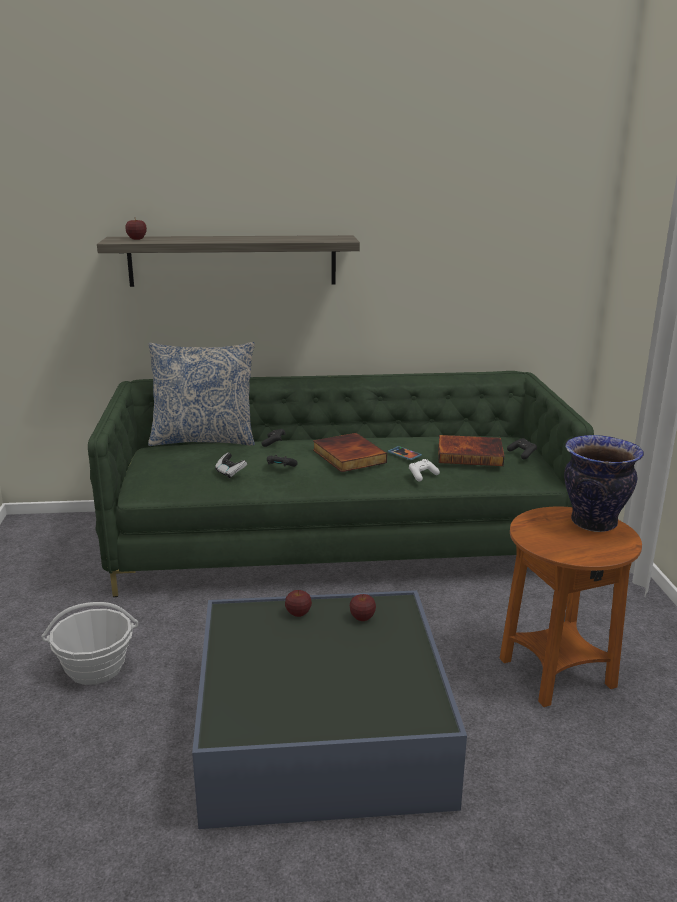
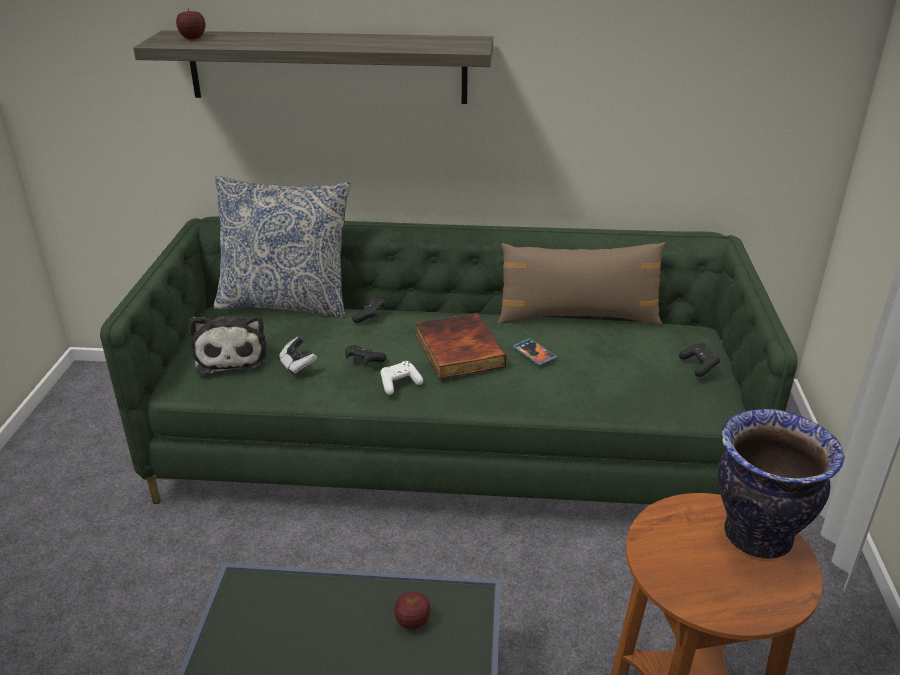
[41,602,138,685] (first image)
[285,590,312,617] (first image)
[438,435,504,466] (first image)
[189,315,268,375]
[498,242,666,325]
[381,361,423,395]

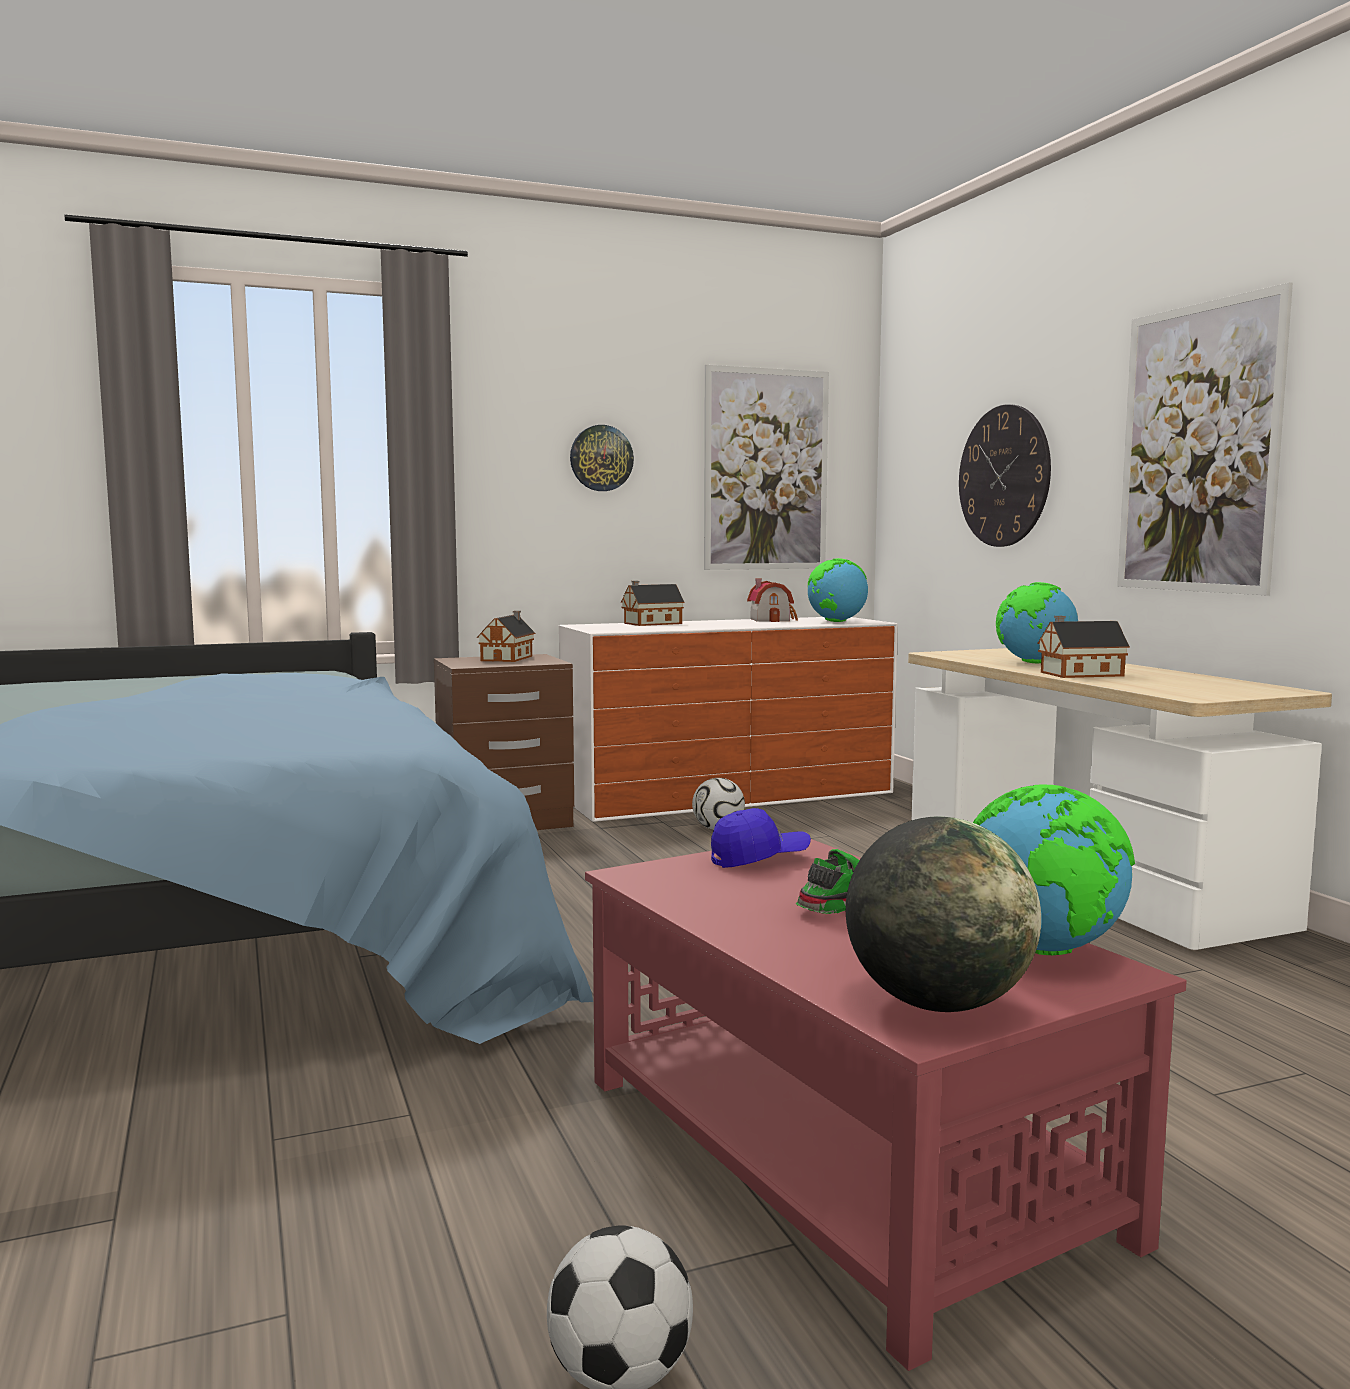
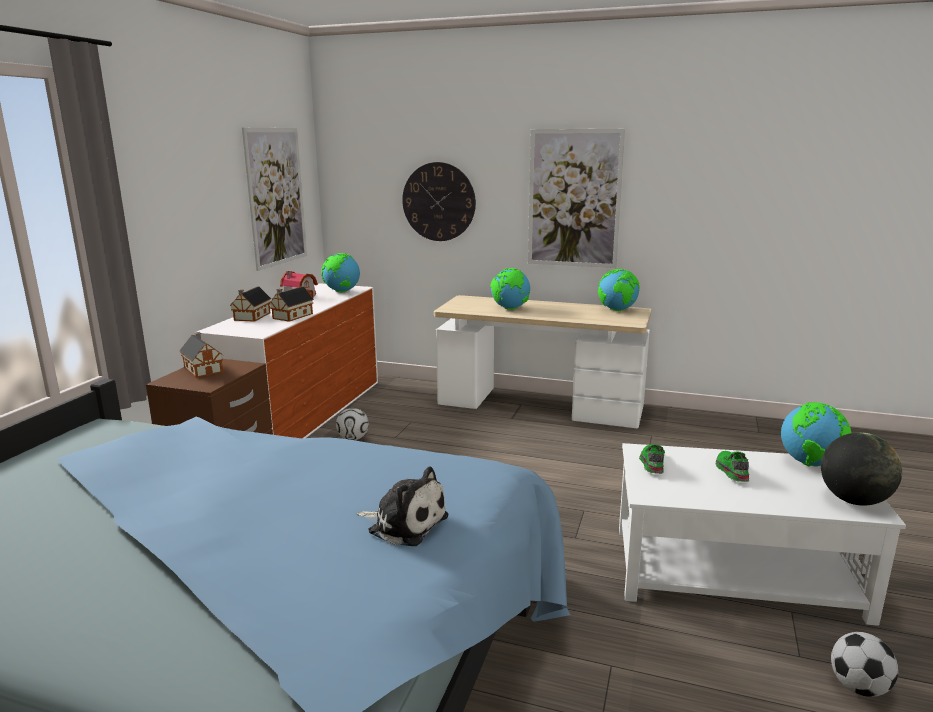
[570,425,634,491] (first image)
[357,467,448,546]
[598,269,640,311]
[269,286,314,322]
[639,444,665,474]
[619,443,906,626]

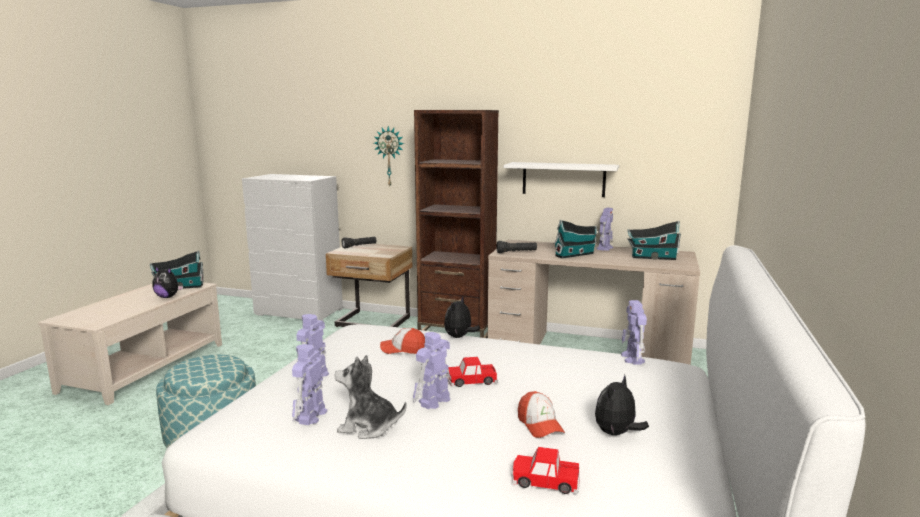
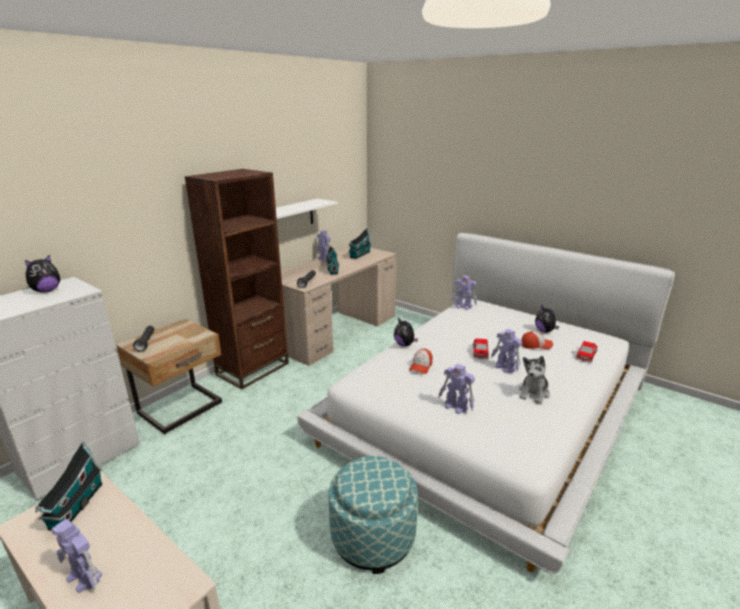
[374,126,404,187] (first image)
[25,255,60,293]
[51,519,102,593]

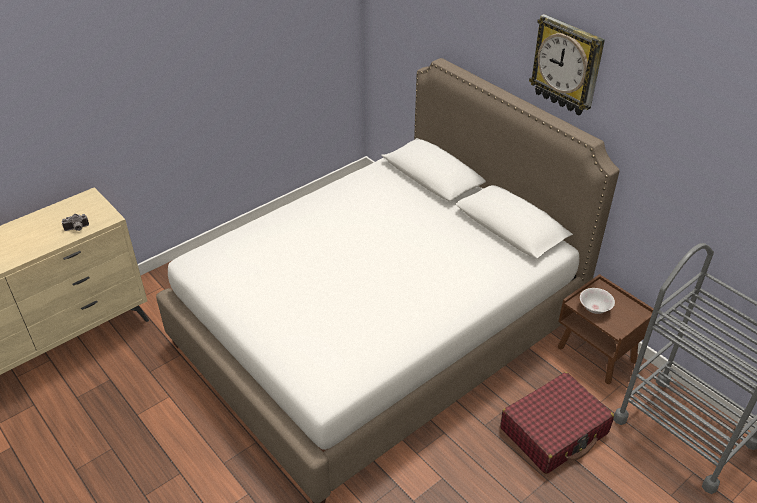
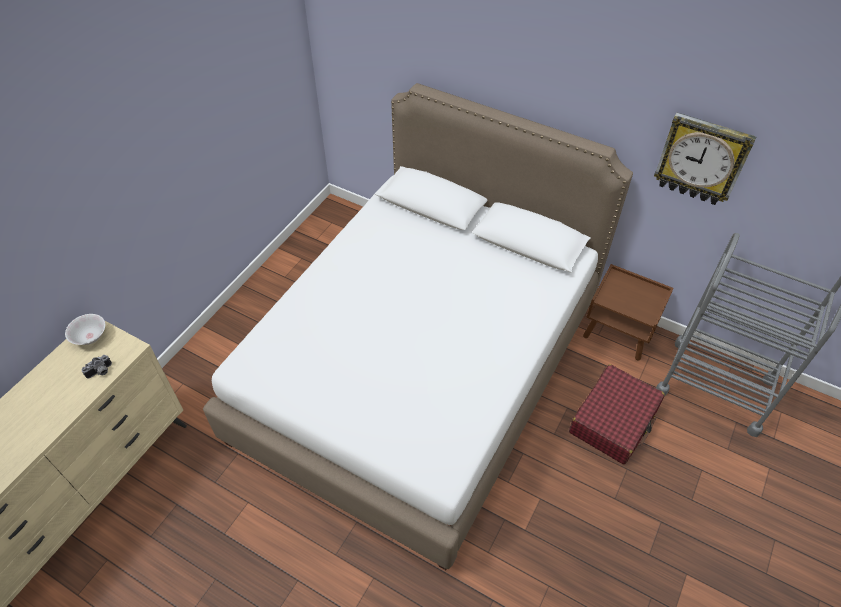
[654,113,756,205]
[65,314,105,345]

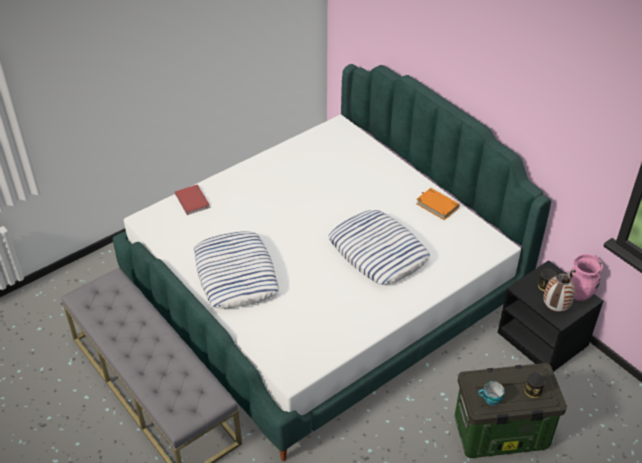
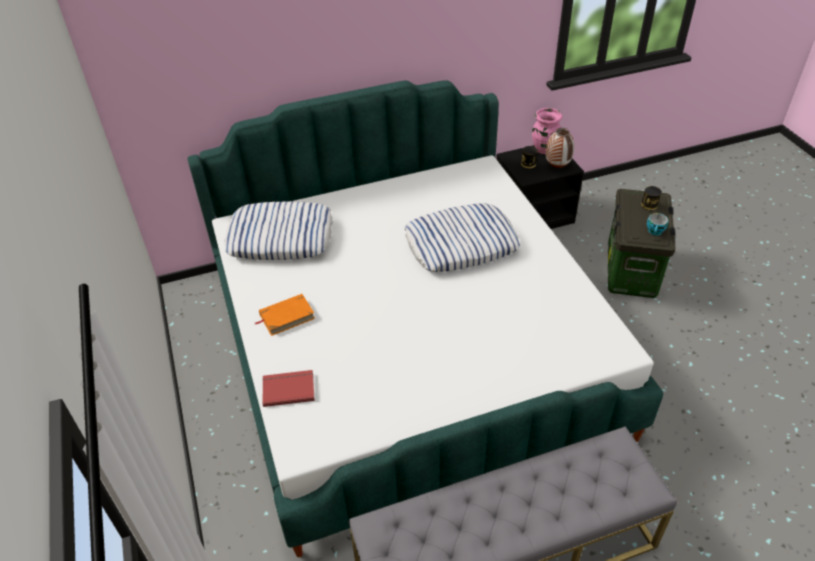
[224,201,333,260]
[255,294,315,336]

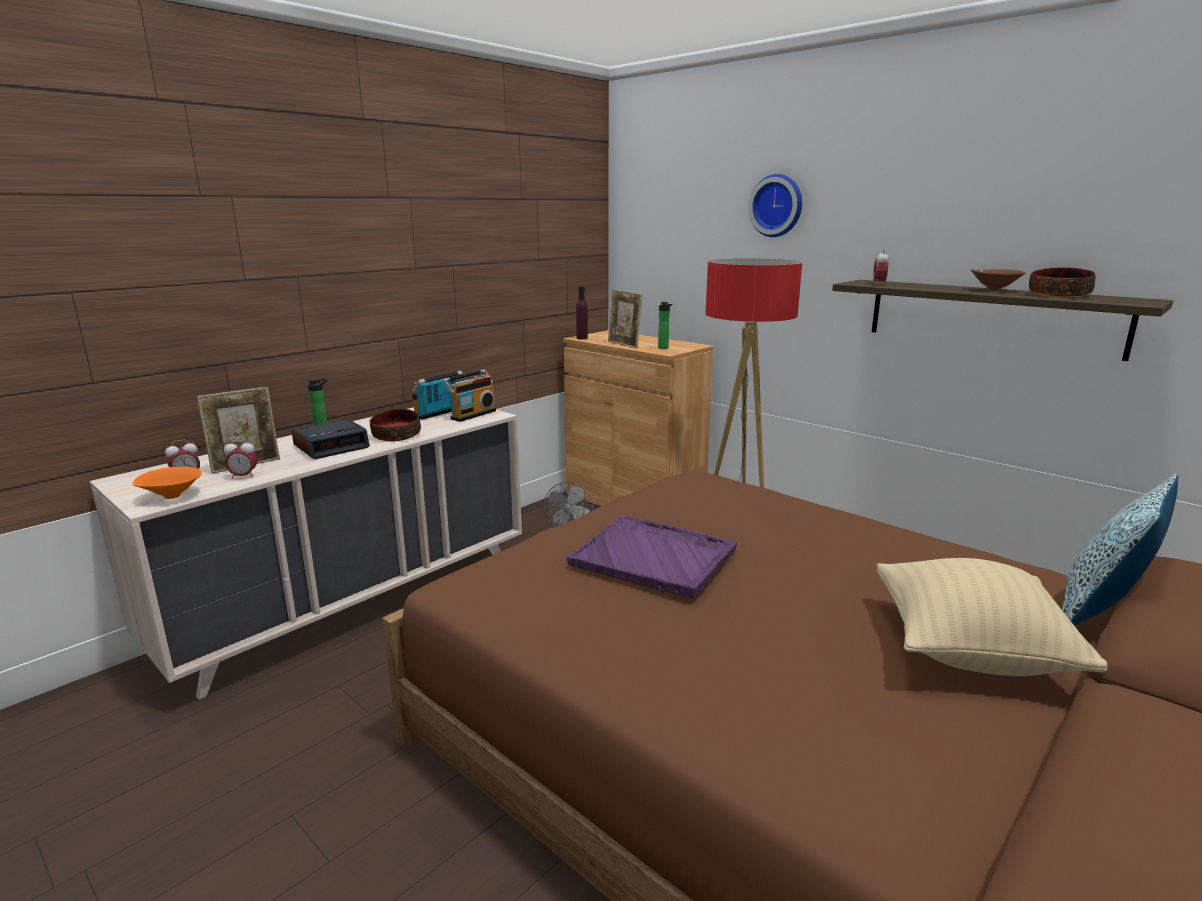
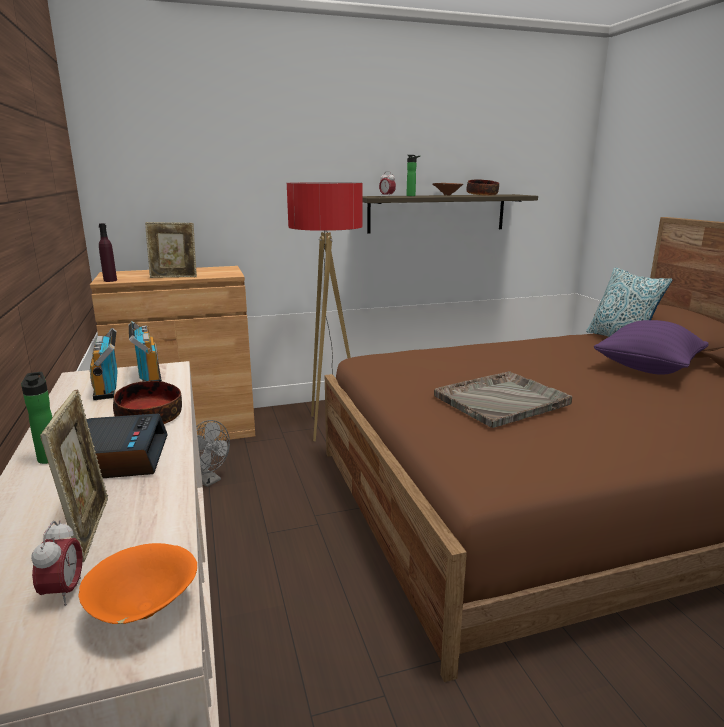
[224,439,258,479] (first image)
[748,174,802,237] (first image)
[406,155,420,196]
[434,371,572,428]
[594,320,709,375]

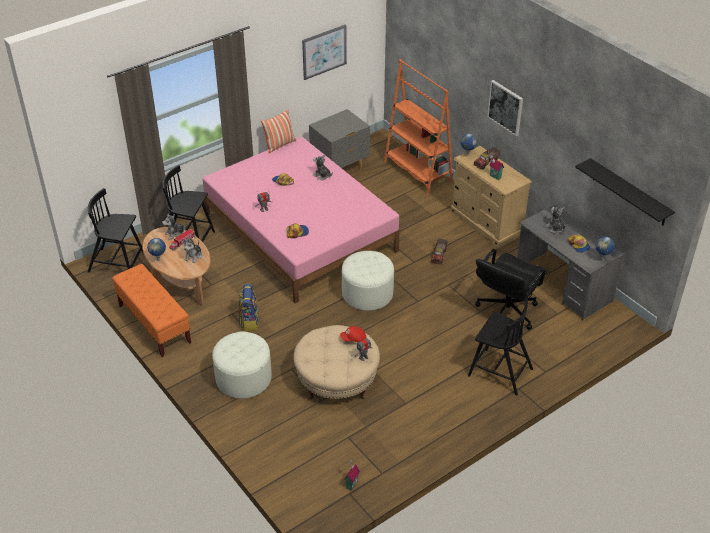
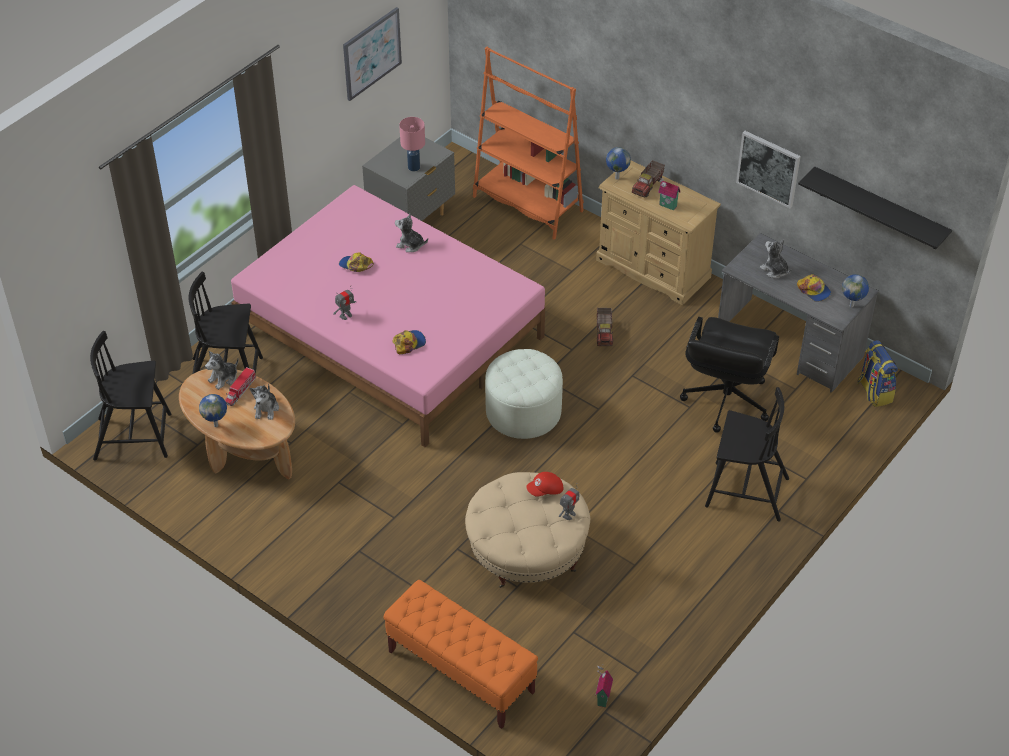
[212,331,272,399] (first image)
[261,110,296,153] (first image)
[399,117,425,171]
[384,580,538,729]
[857,340,898,407]
[736,131,801,208]

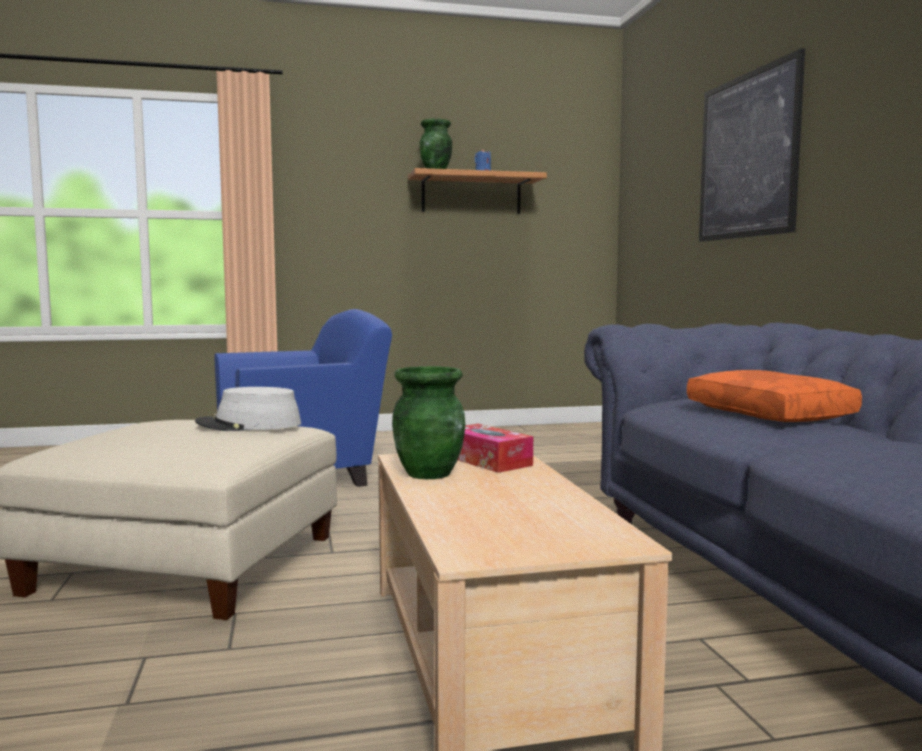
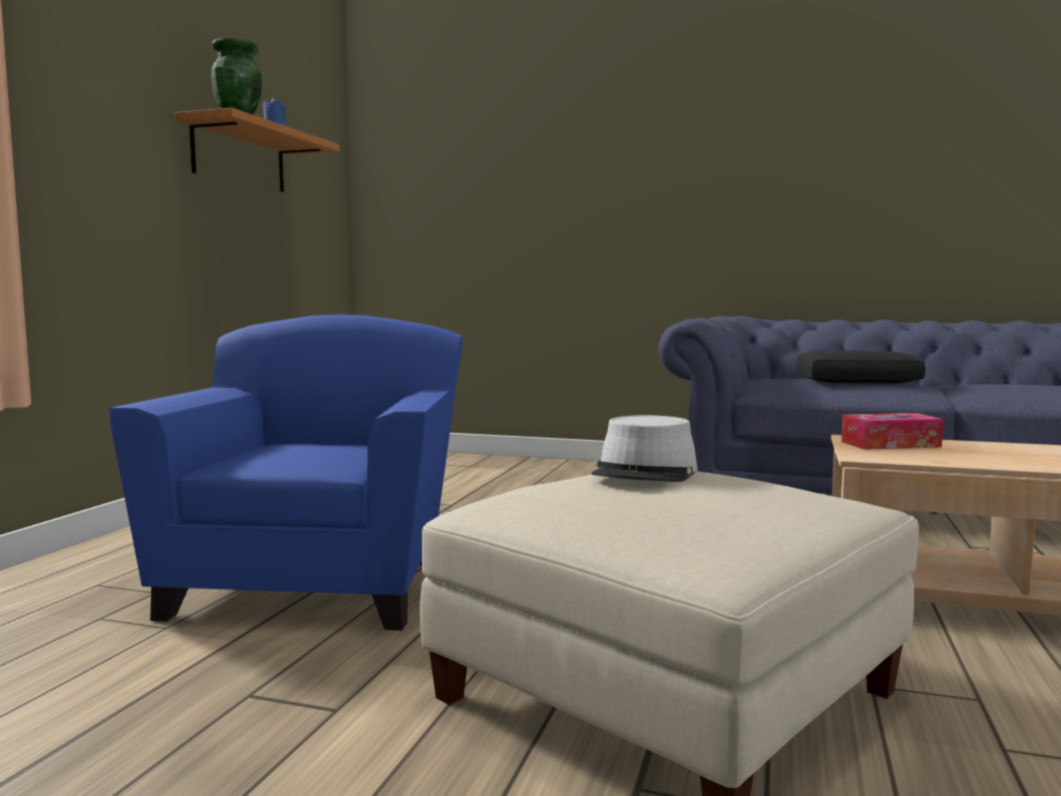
[392,366,465,479] (first image)
[699,48,805,242] (first image)
[797,350,926,384]

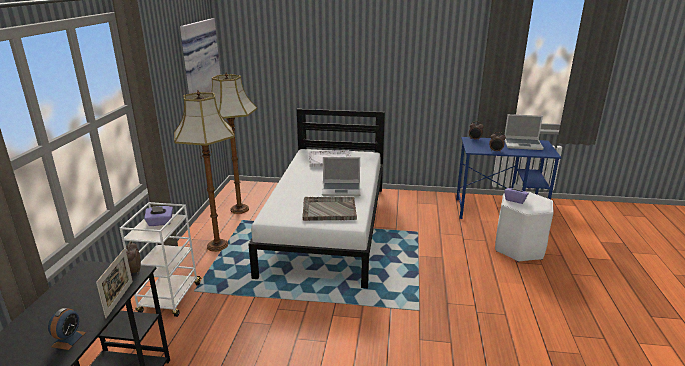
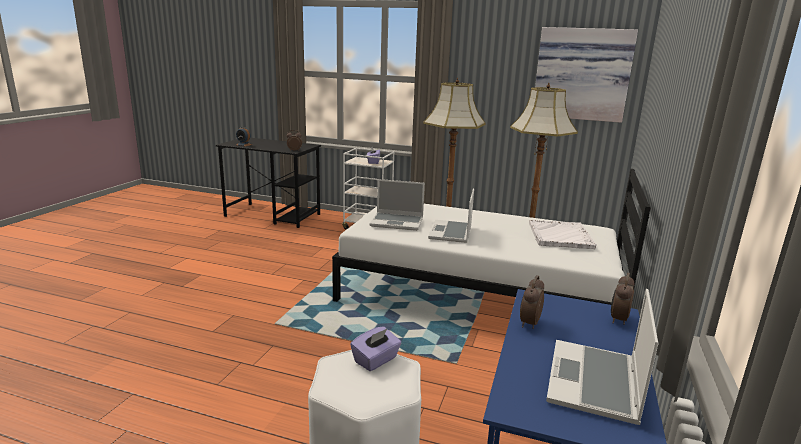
[96,248,133,318] (first image)
[370,179,425,231]

